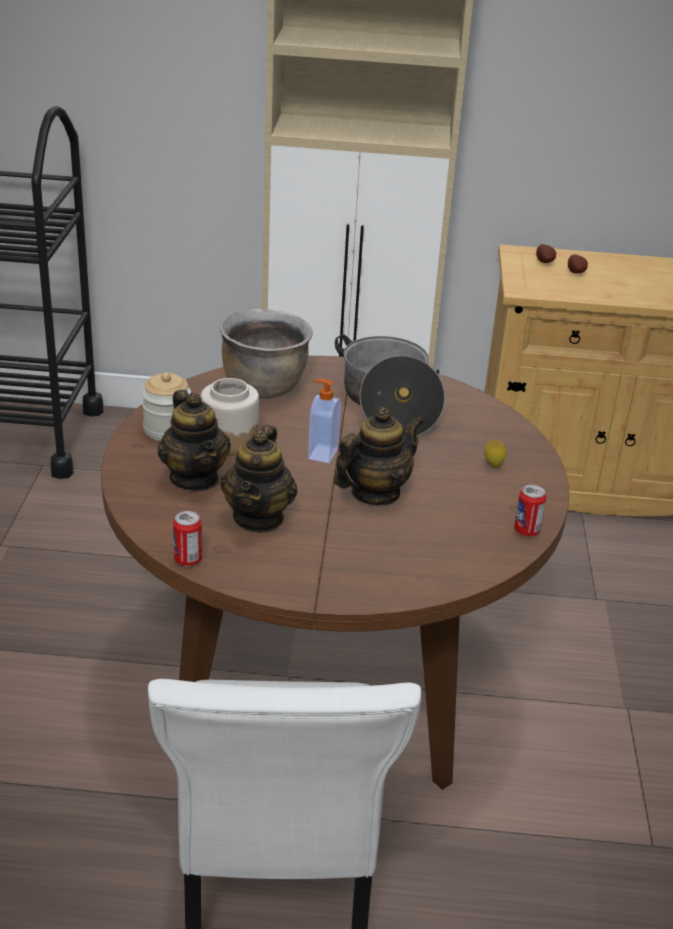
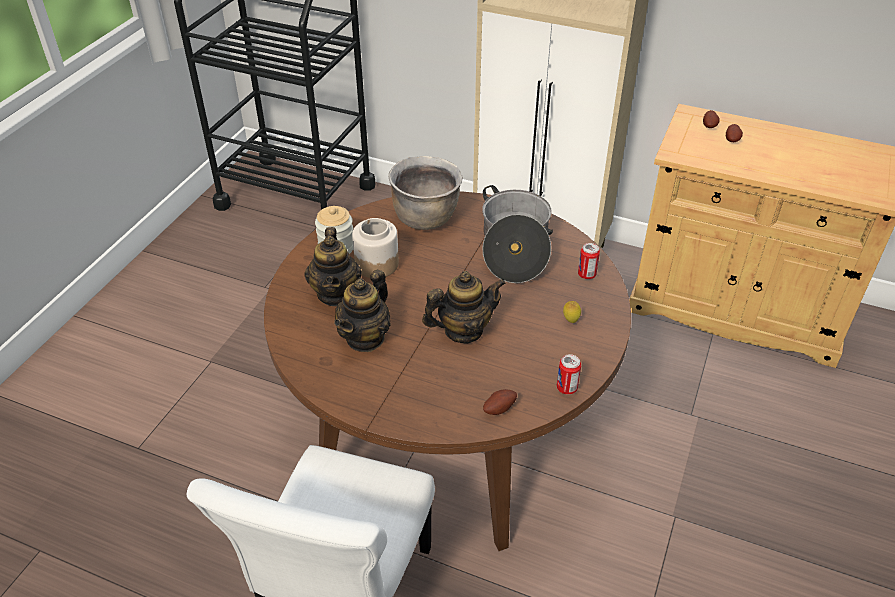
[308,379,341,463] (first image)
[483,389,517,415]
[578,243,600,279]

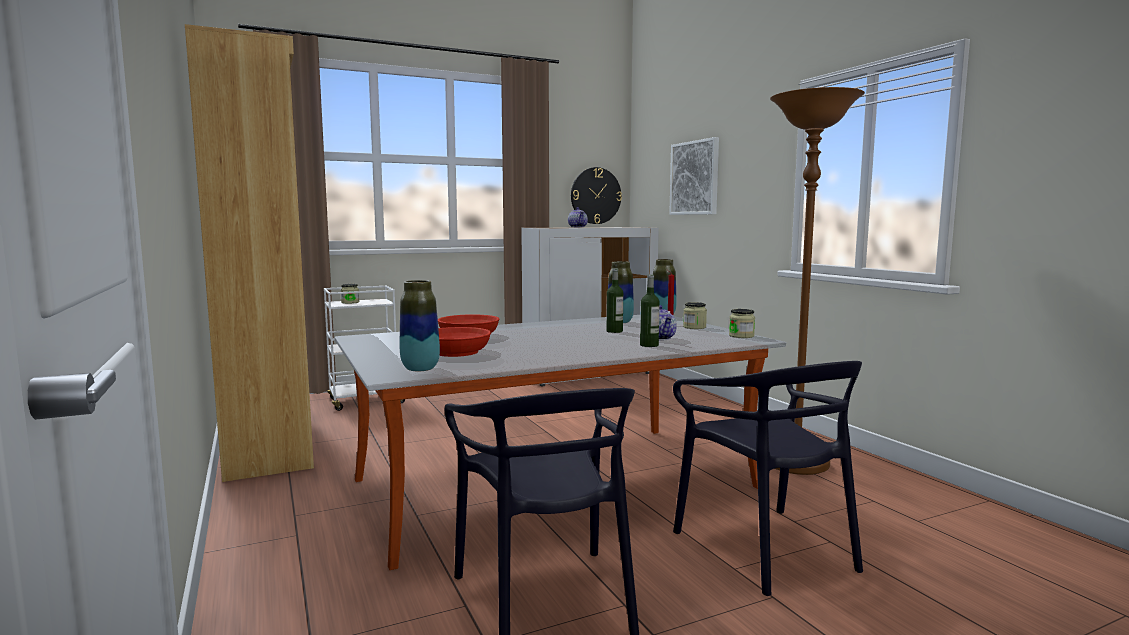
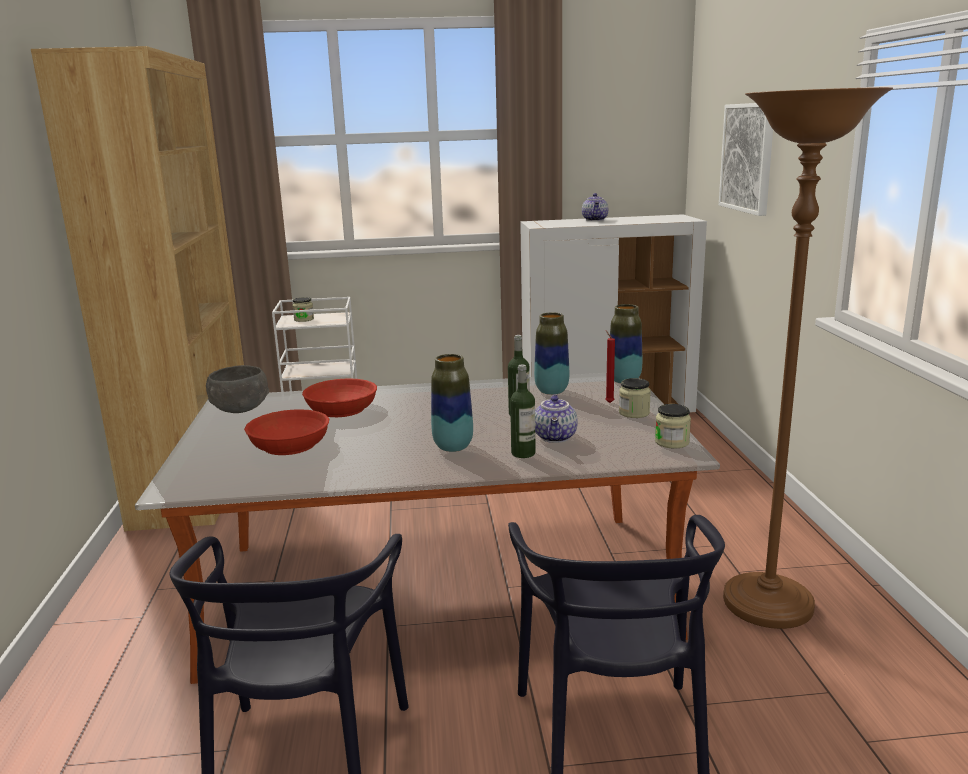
[571,167,622,224] (first image)
[206,365,269,413]
[431,354,473,452]

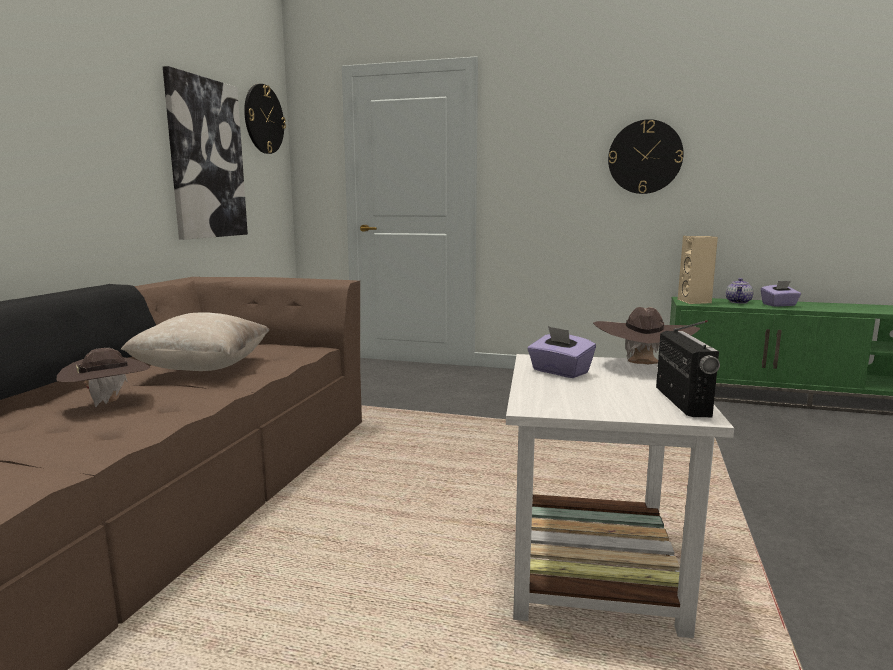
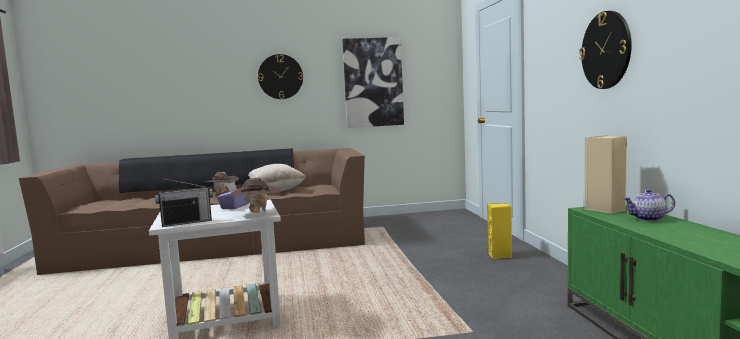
[761,281,801,307] (first image)
[487,203,512,259]
[258,54,303,99]

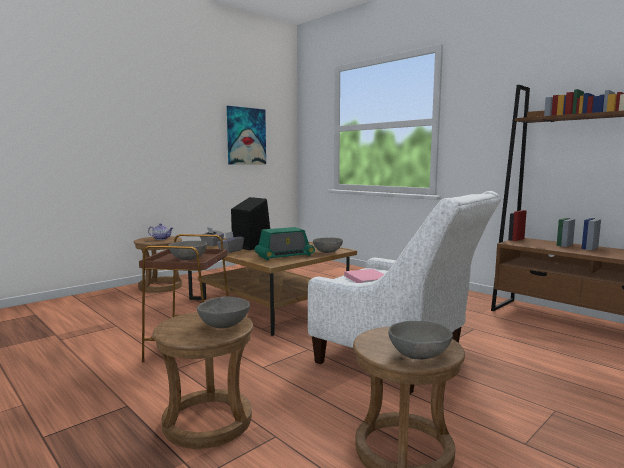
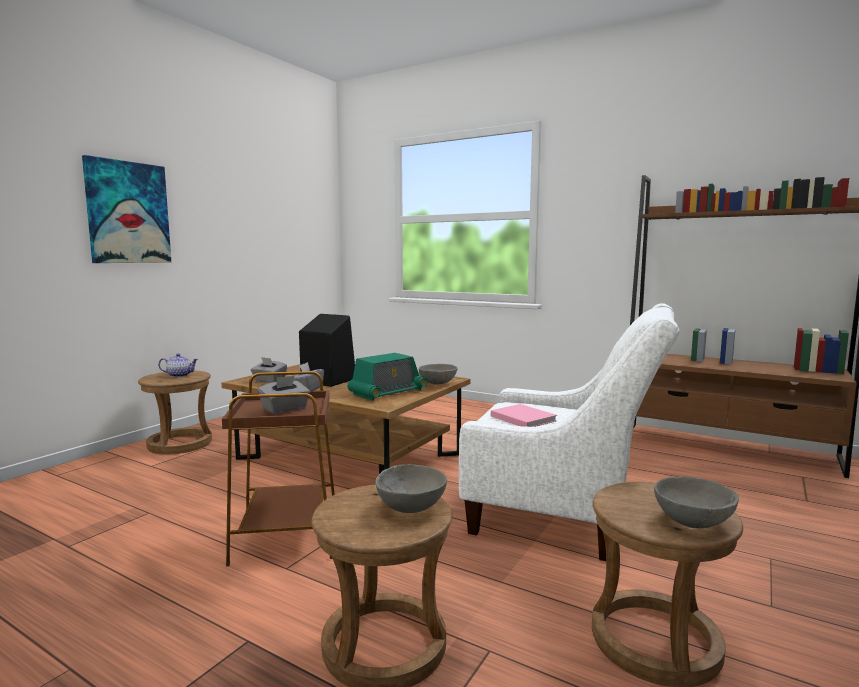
[82,155,171,263]
[258,375,310,414]

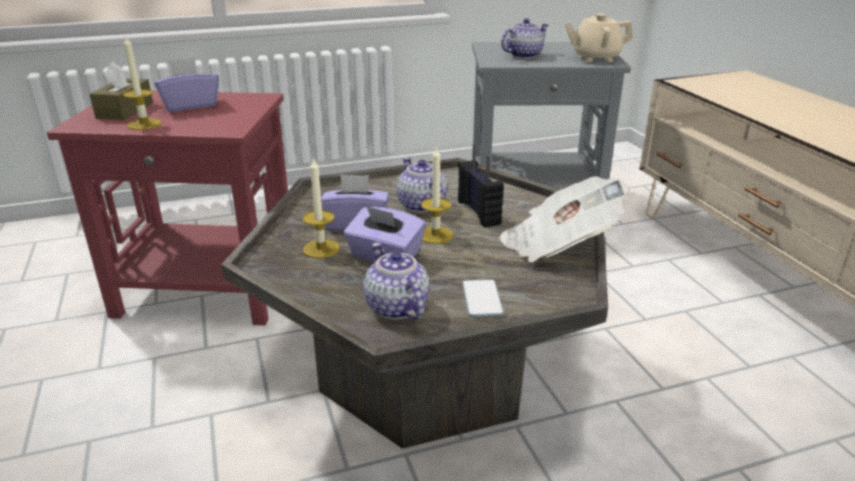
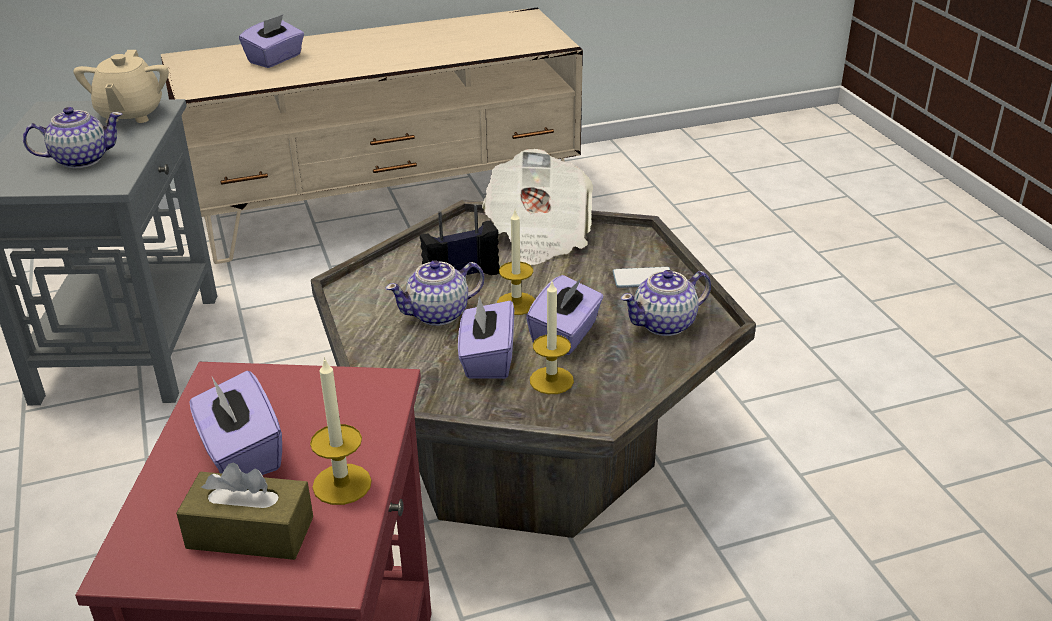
[239,14,304,68]
[23,107,122,168]

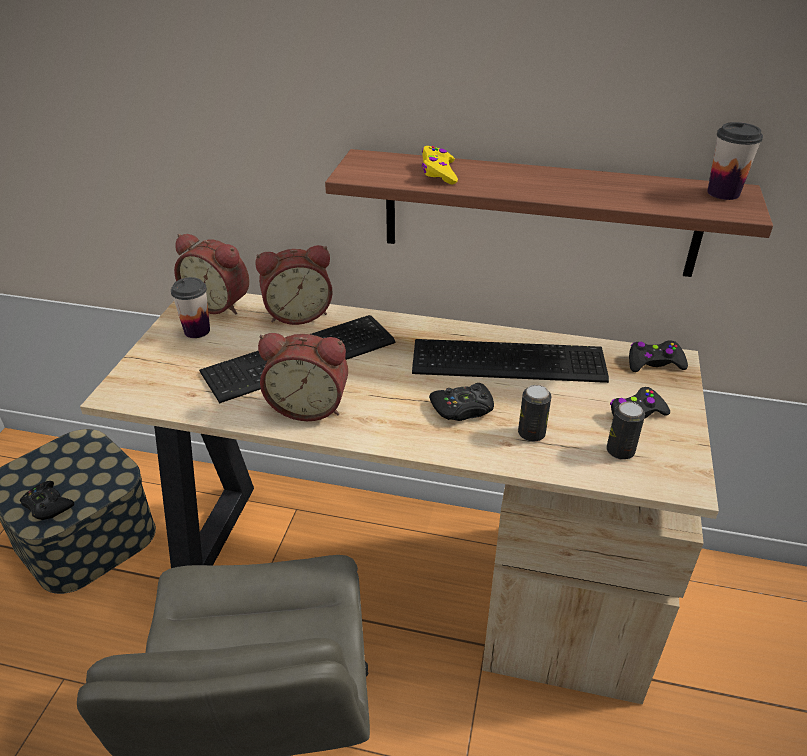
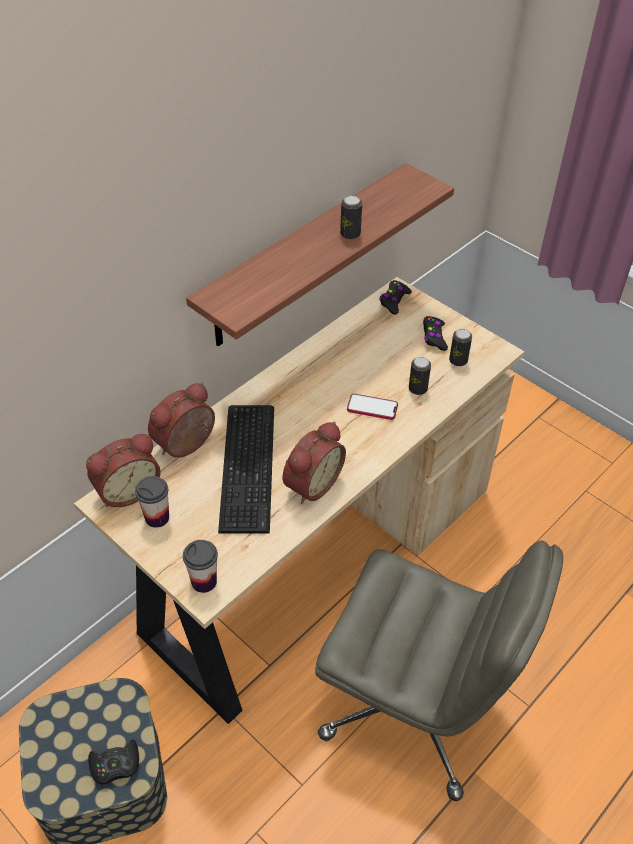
[412,339,609,383] (first image)
[422,146,458,184] (first image)
[340,195,362,240]
[183,540,218,593]
[347,394,398,420]
[148,383,215,458]

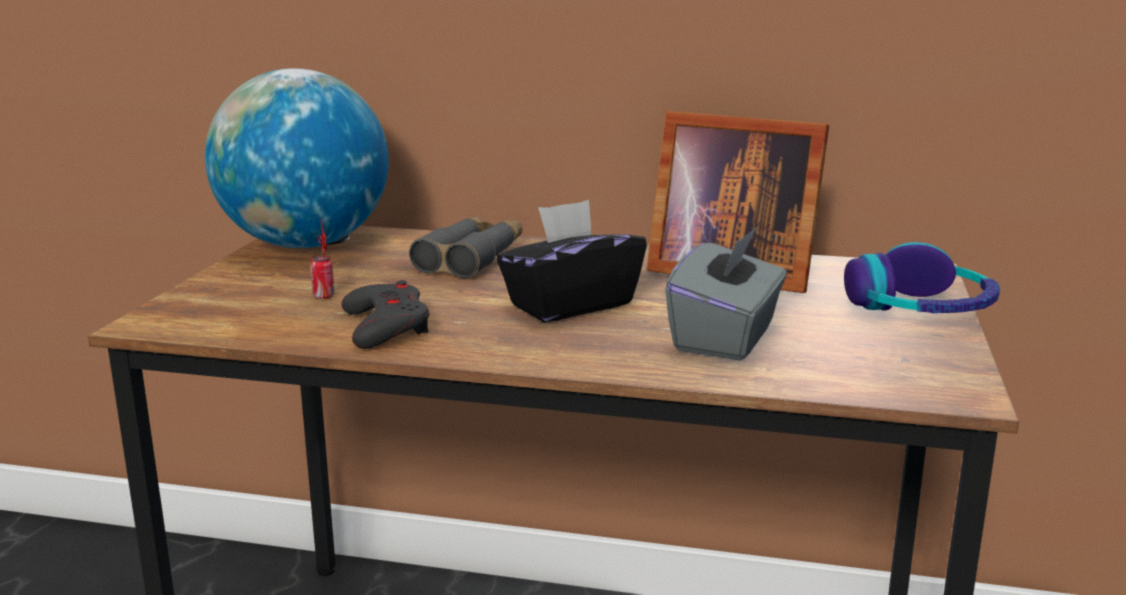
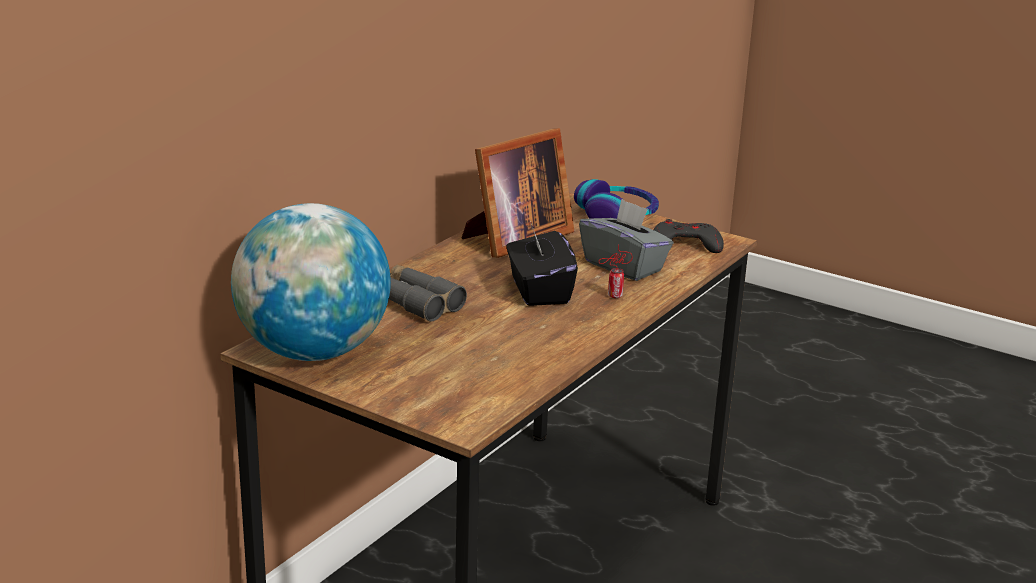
[598,244,633,298]
[653,219,724,253]

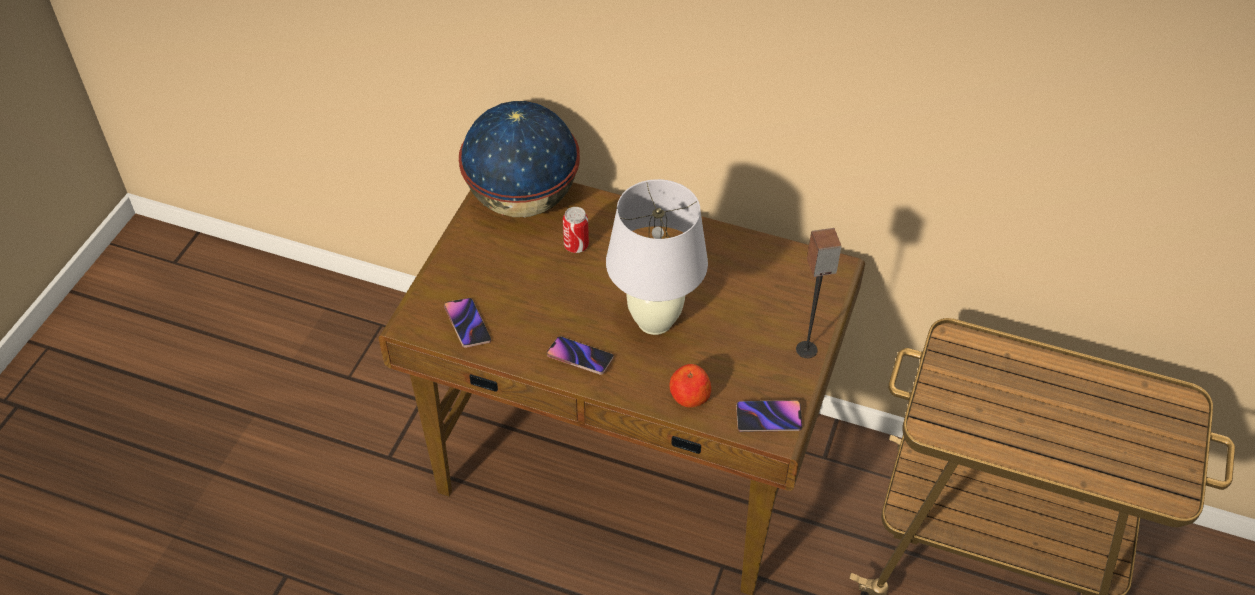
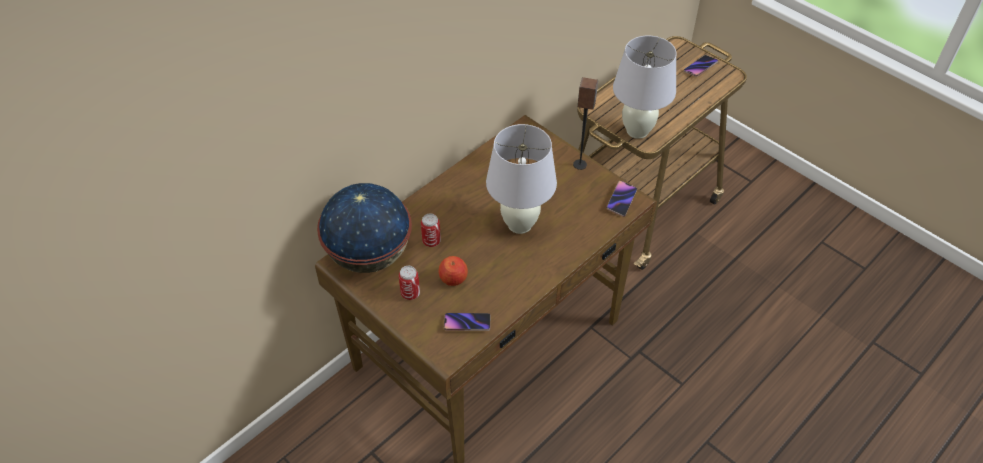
[399,266,420,300]
[613,35,677,139]
[684,55,718,76]
[438,256,468,286]

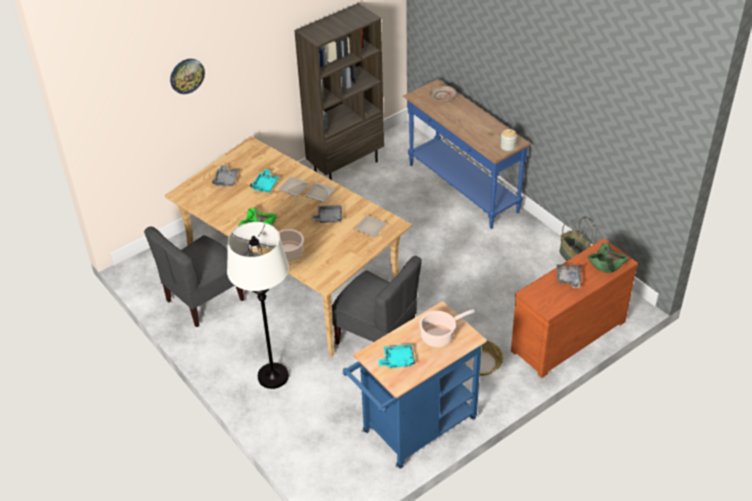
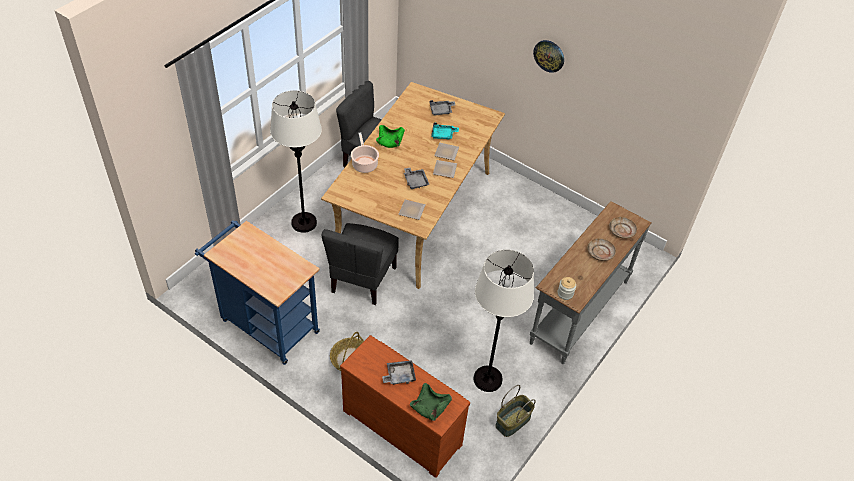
[294,3,384,180] (first image)
[378,344,415,368] (first image)
[419,309,475,347] (first image)
[473,250,534,392]
[587,238,616,261]
[533,40,564,73]
[530,201,651,364]

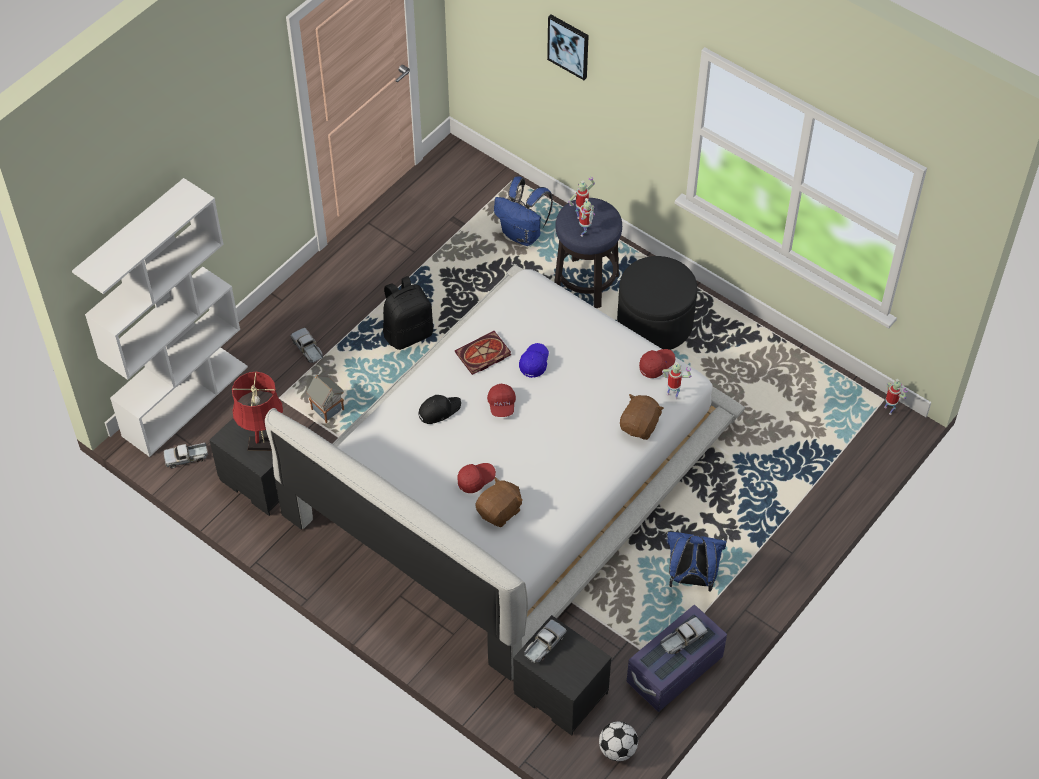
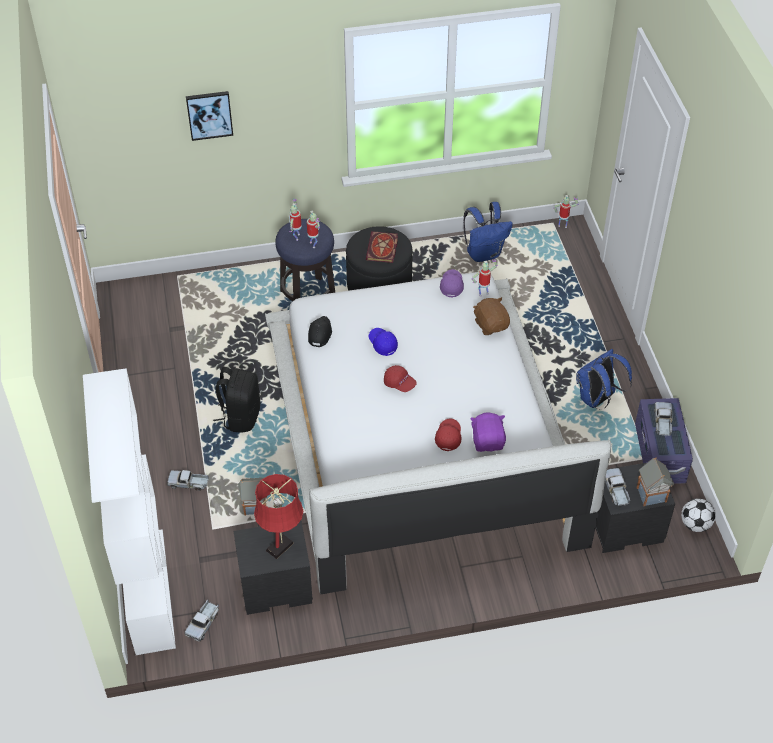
[636,457,674,506]
[308,316,332,347]
[366,231,398,263]
[463,202,513,262]
[470,412,506,452]
[440,269,464,297]

